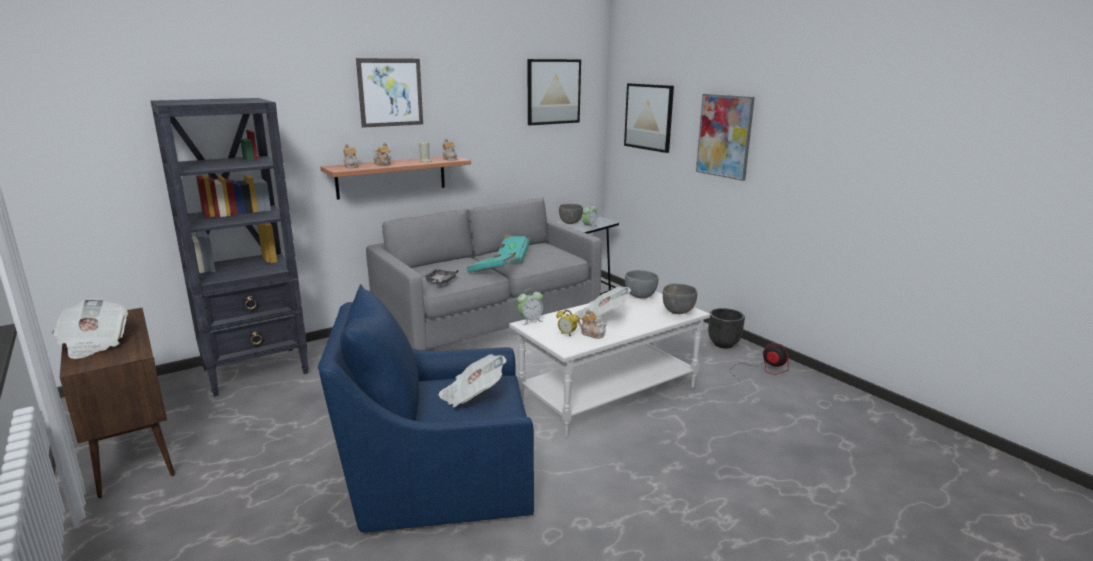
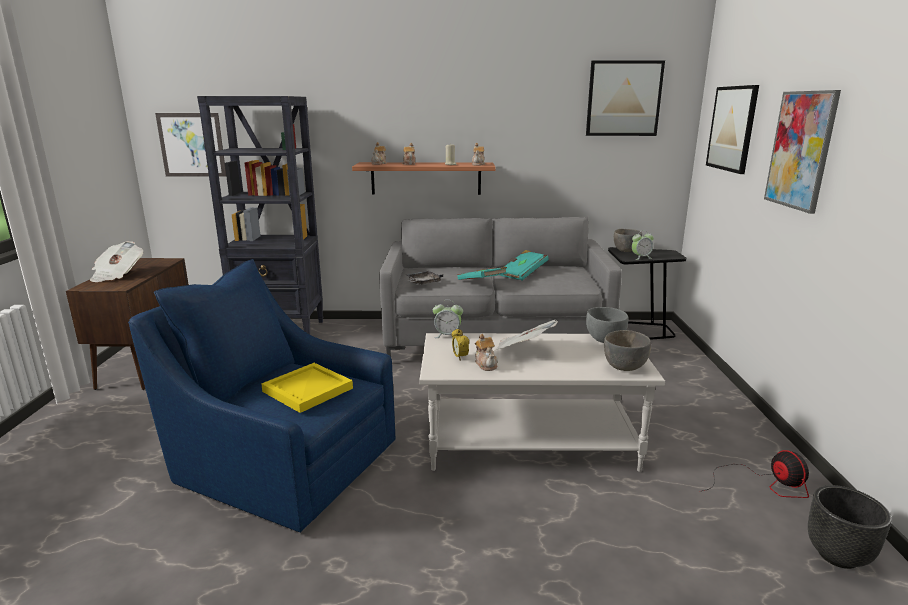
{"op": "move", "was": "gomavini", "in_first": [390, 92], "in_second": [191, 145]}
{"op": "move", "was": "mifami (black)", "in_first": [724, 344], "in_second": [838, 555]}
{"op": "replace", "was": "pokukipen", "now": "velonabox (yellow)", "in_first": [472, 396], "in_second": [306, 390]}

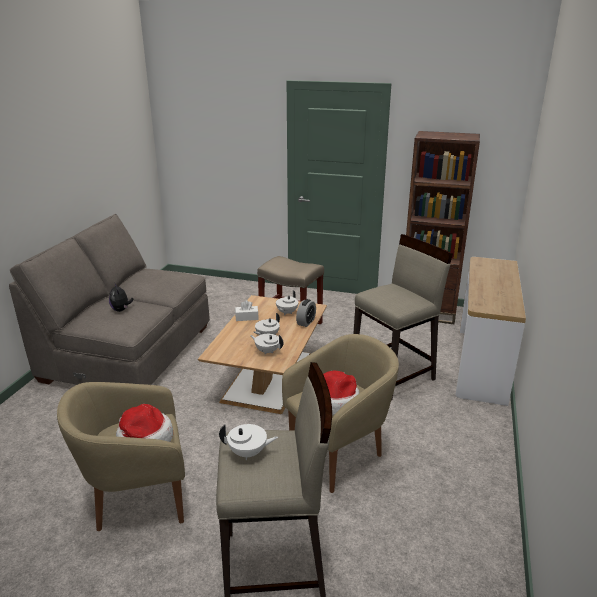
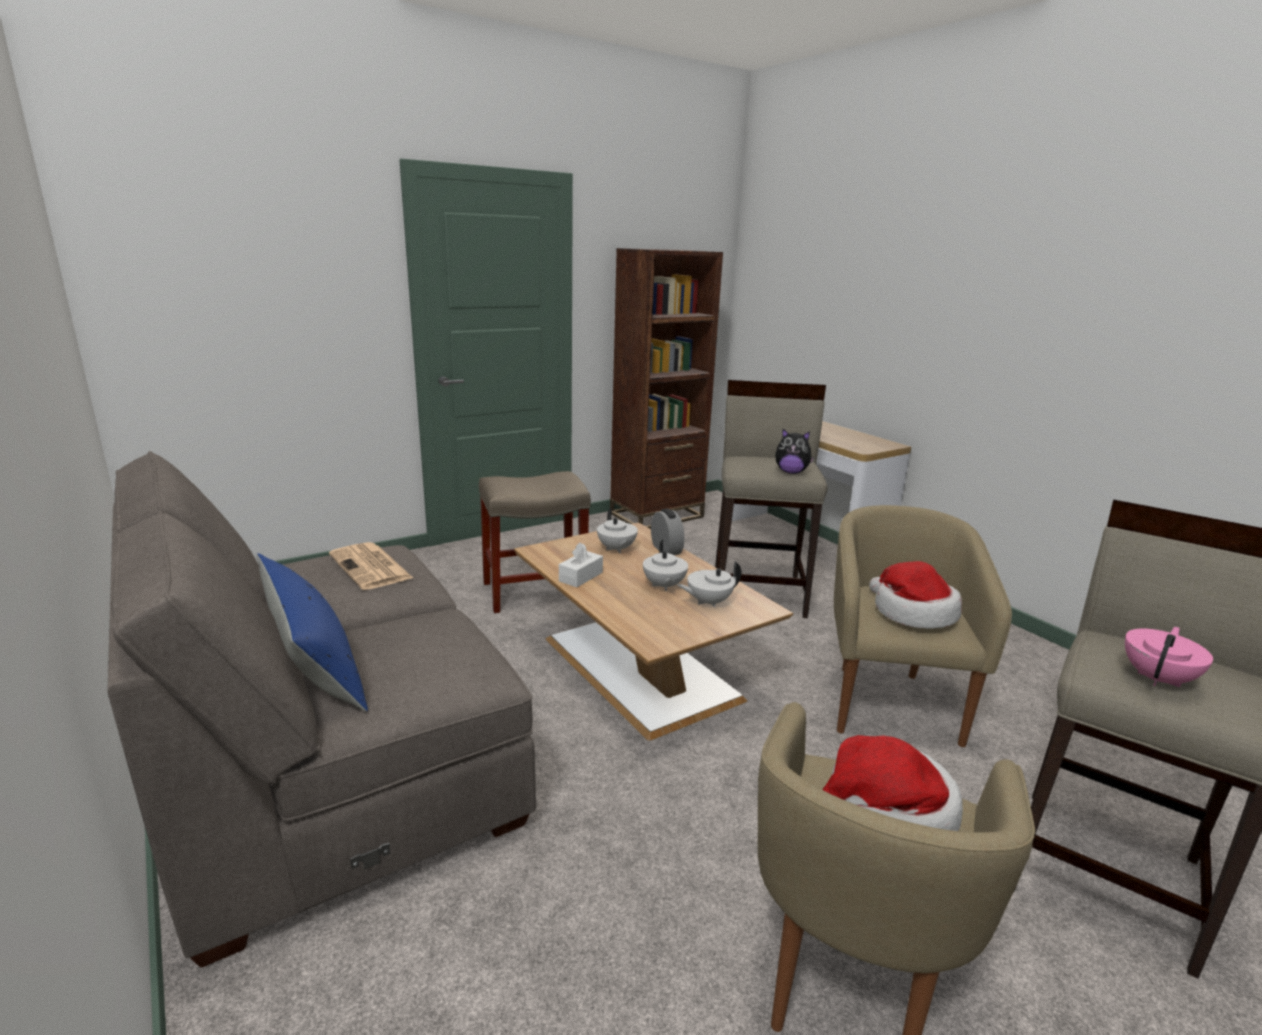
{"op": "insert", "now": "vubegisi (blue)", "in_second": [314, 666]}
{"op": "insert", "now": "pokukipen", "in_second": [371, 567]}
{"op": "move", "was": "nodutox", "in_first": [121, 310], "in_second": [791, 472]}
{"op": "recolor", "was": "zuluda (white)", "now": "zuluda (pink)", "in_first": [248, 453], "in_second": [1158, 678]}

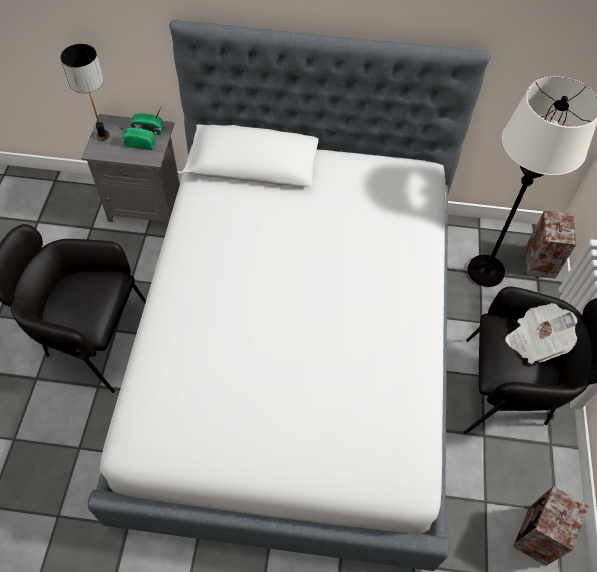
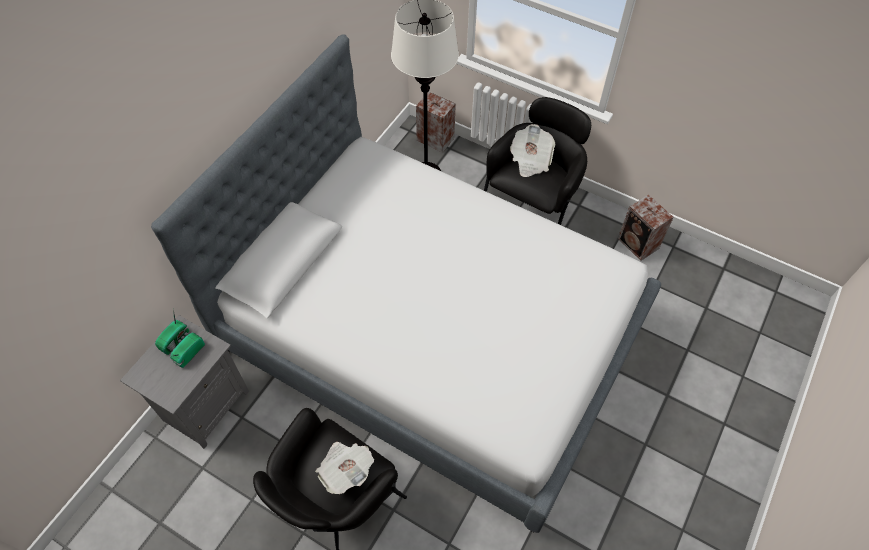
{"op": "delete", "was": "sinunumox", "in_first": [103, 136]}
{"op": "insert", "now": "pokukipen", "in_second": [345, 470]}

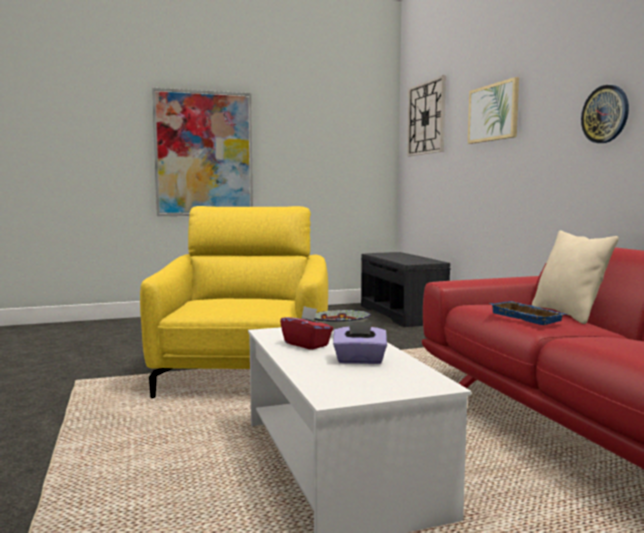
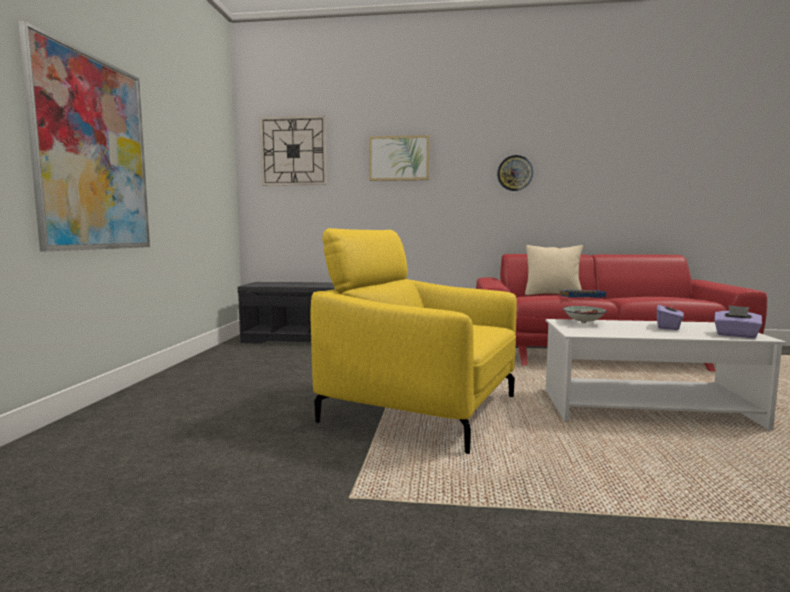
{"op": "delete", "was": "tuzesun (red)", "in_first": [306, 344]}
{"op": "insert", "now": "tuzesun (purple)", "in_second": [736, 335]}

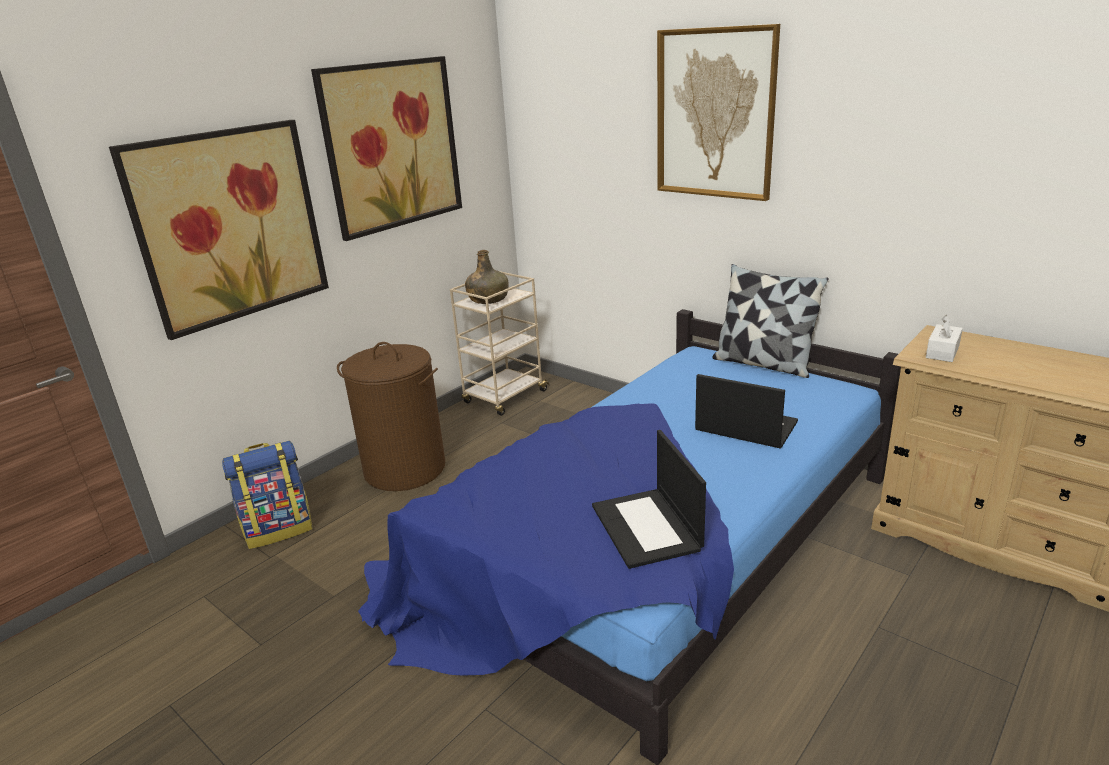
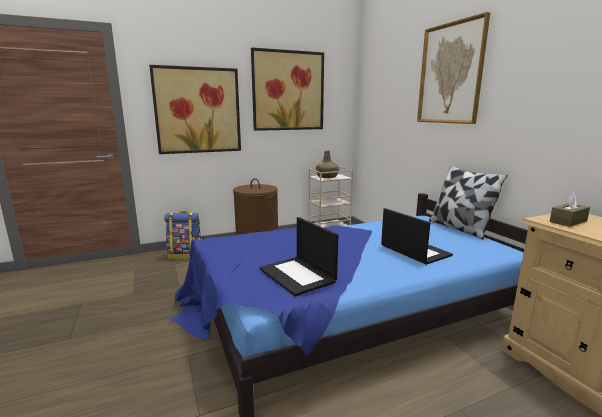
{"op": "recolor", "was": "tuzesun (white)", "now": "tuzesun (brown)", "in_first": [942, 352], "in_second": [568, 221]}
{"op": "rotate", "was": "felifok", "in_first": [647, 528], "in_second": [298, 275], "clockwise": -45}

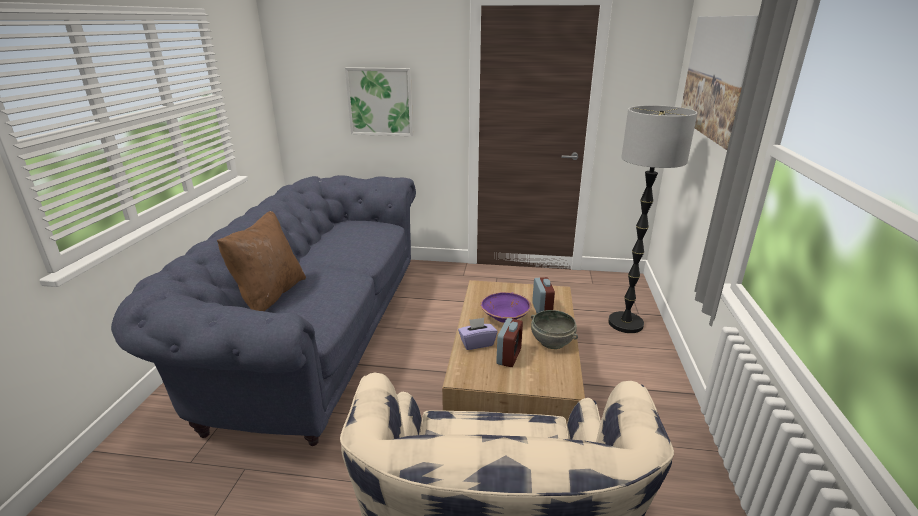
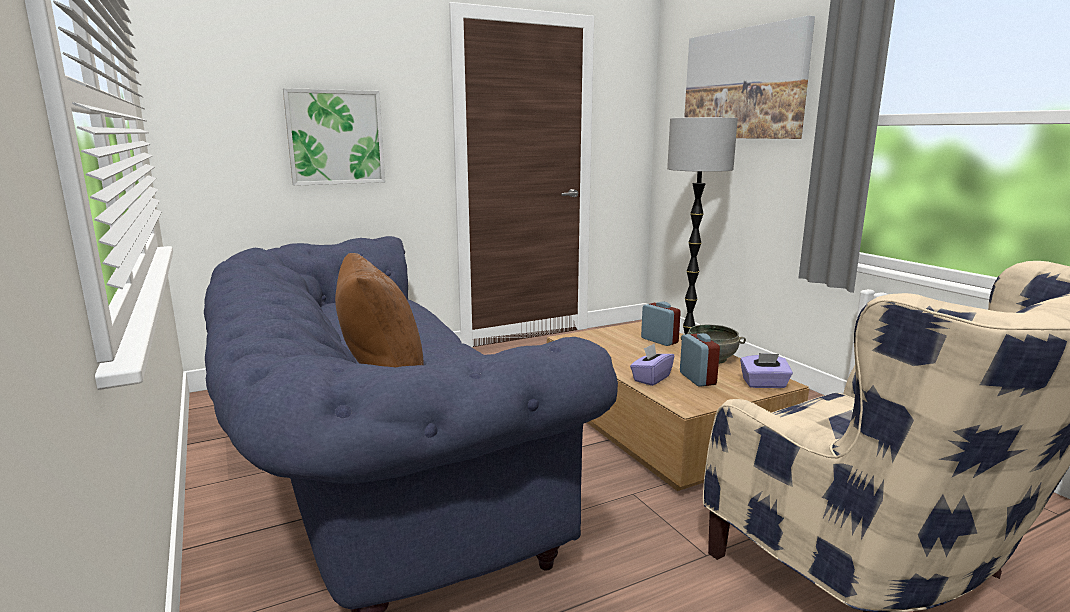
{"op": "delete", "was": "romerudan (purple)", "in_first": [505, 317]}
{"op": "insert", "now": "tuzesun (purple)", "in_second": [764, 384]}

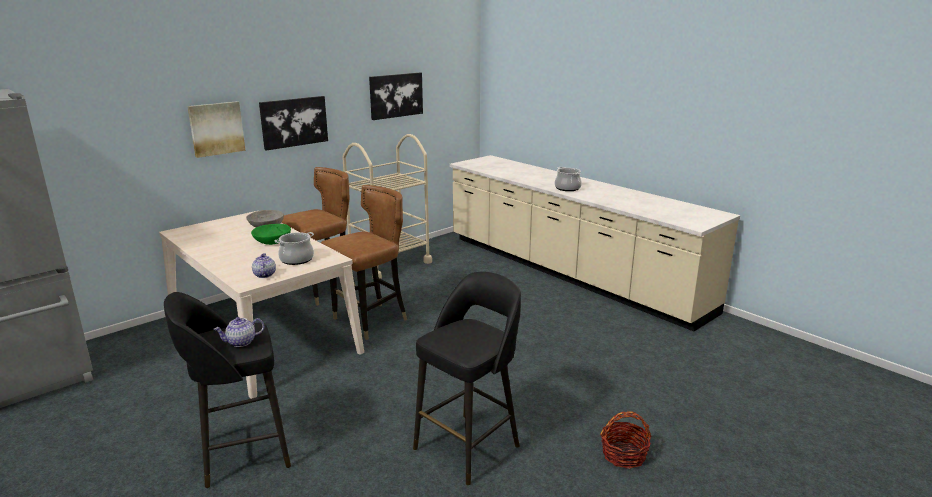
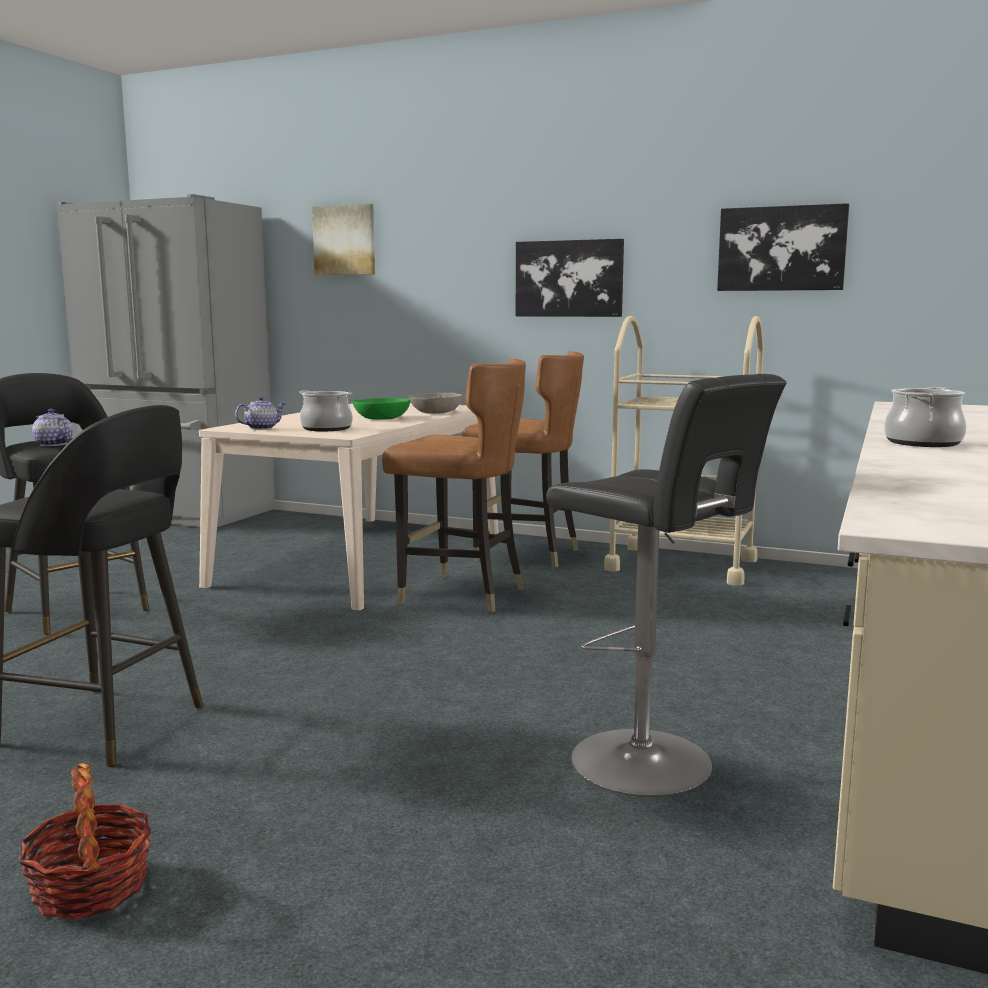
{"op": "insert", "now": "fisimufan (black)", "in_second": [650, 765]}
{"op": "move", "was": "gomavini", "in_first": [216, 128], "in_second": [345, 240]}

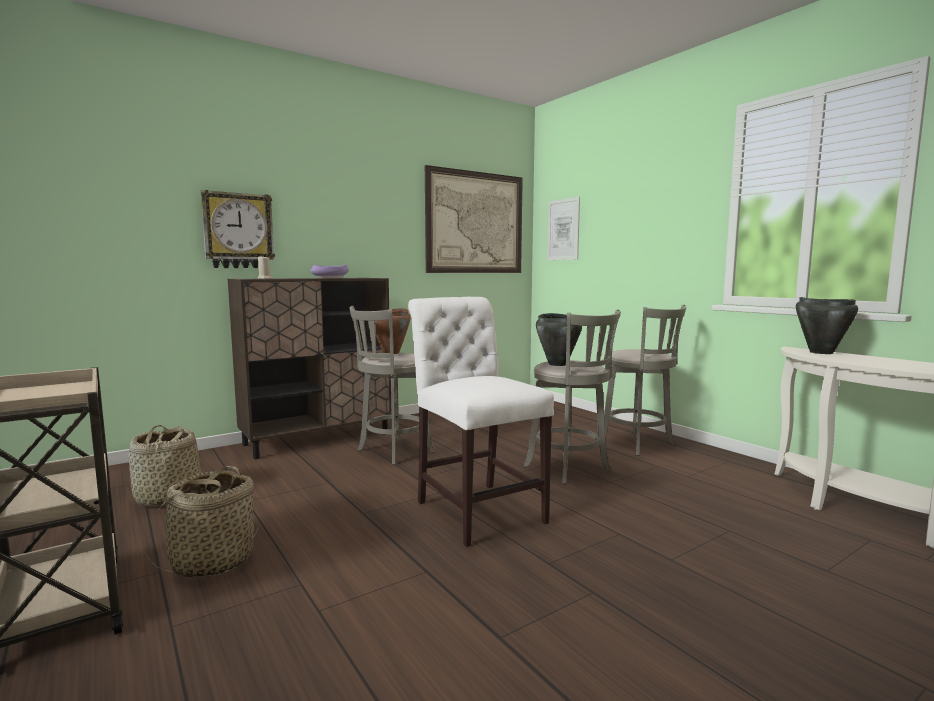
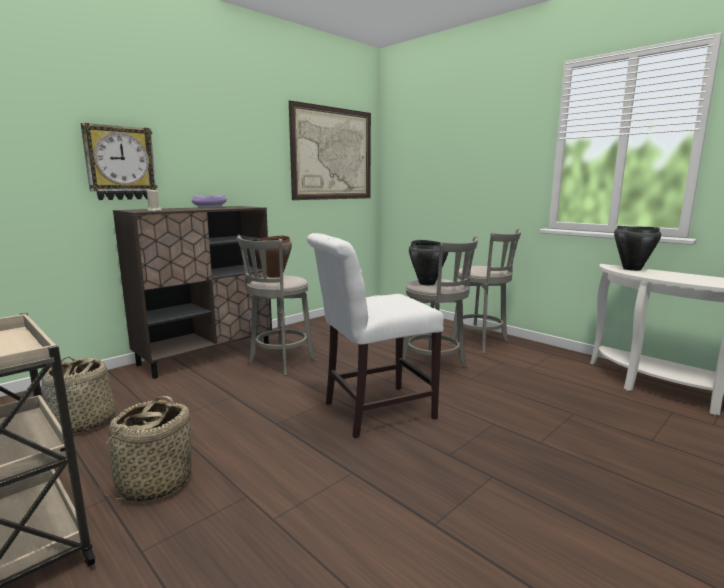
{"op": "delete", "was": "gomavini", "in_first": [563, 229]}
{"op": "rotate", "was": "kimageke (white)", "in_first": [476, 509], "in_second": [372, 411], "clockwise": -75}

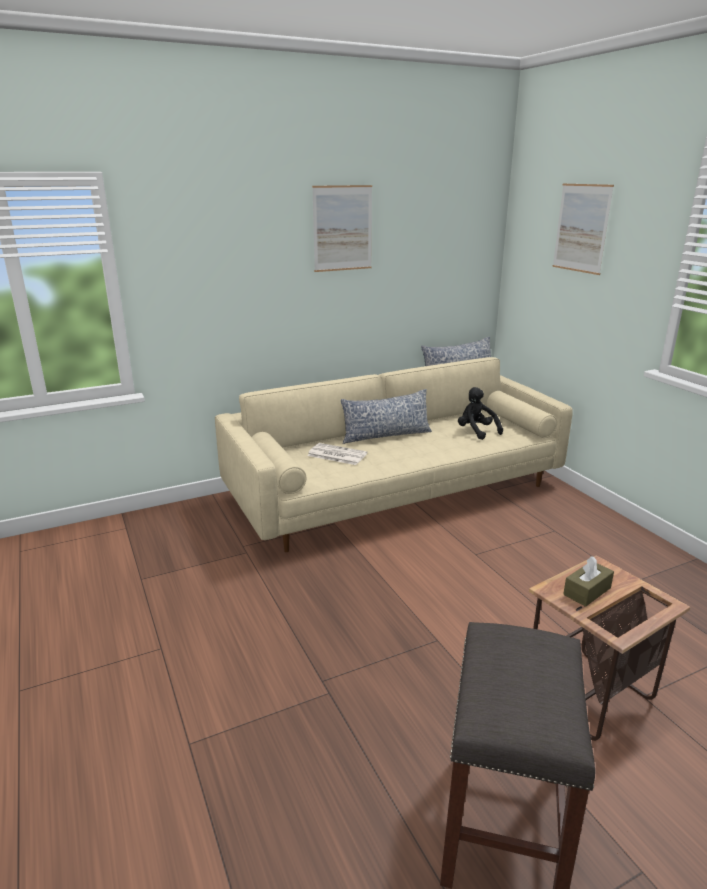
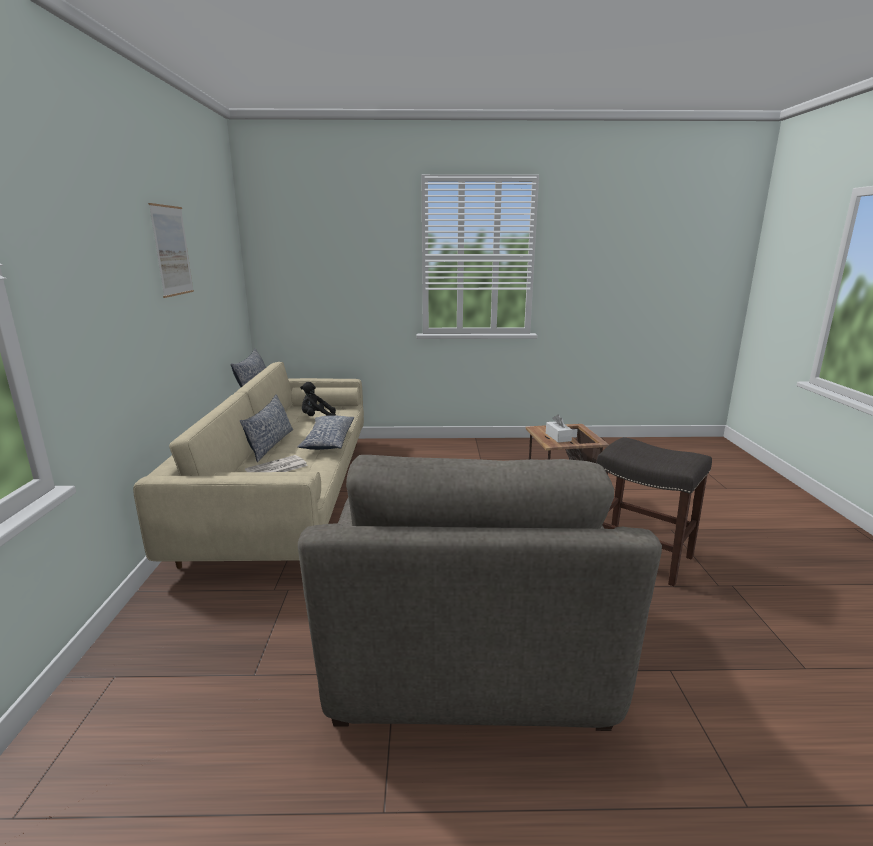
{"op": "delete", "was": "gomavini", "in_first": [581, 228]}
{"op": "insert", "now": "vubegisi", "in_second": [328, 441]}
{"op": "insert", "now": "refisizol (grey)", "in_second": [468, 653]}
{"op": "recolor", "was": "tuzesun (brown)", "now": "tuzesun (white)", "in_first": [587, 591], "in_second": [558, 437]}

